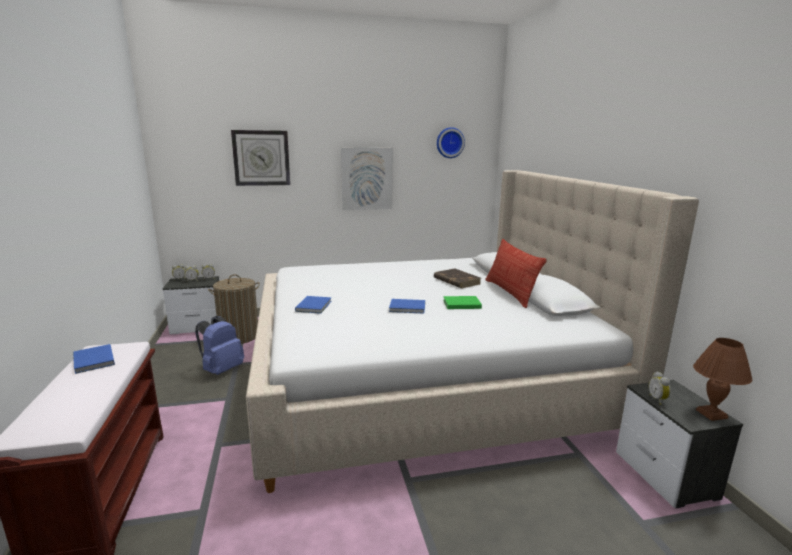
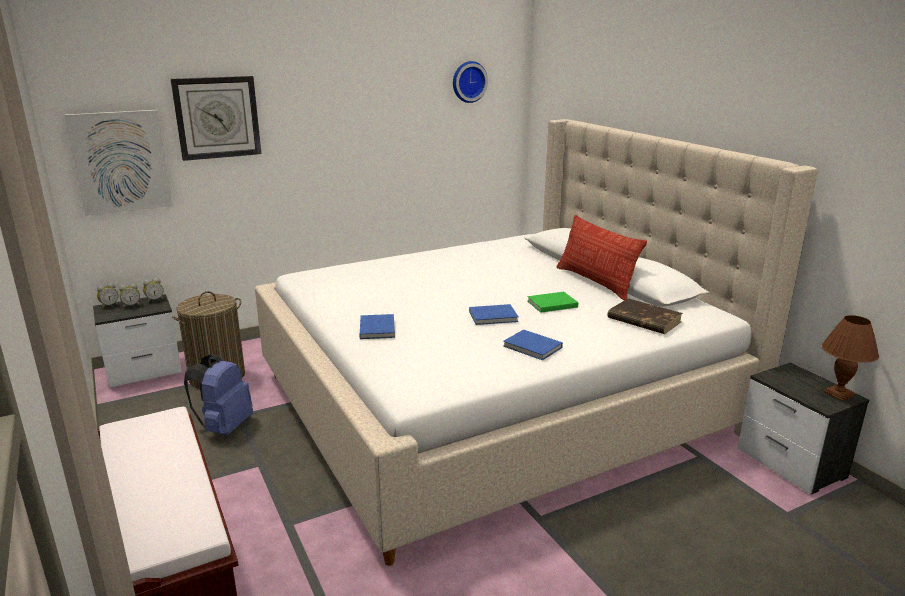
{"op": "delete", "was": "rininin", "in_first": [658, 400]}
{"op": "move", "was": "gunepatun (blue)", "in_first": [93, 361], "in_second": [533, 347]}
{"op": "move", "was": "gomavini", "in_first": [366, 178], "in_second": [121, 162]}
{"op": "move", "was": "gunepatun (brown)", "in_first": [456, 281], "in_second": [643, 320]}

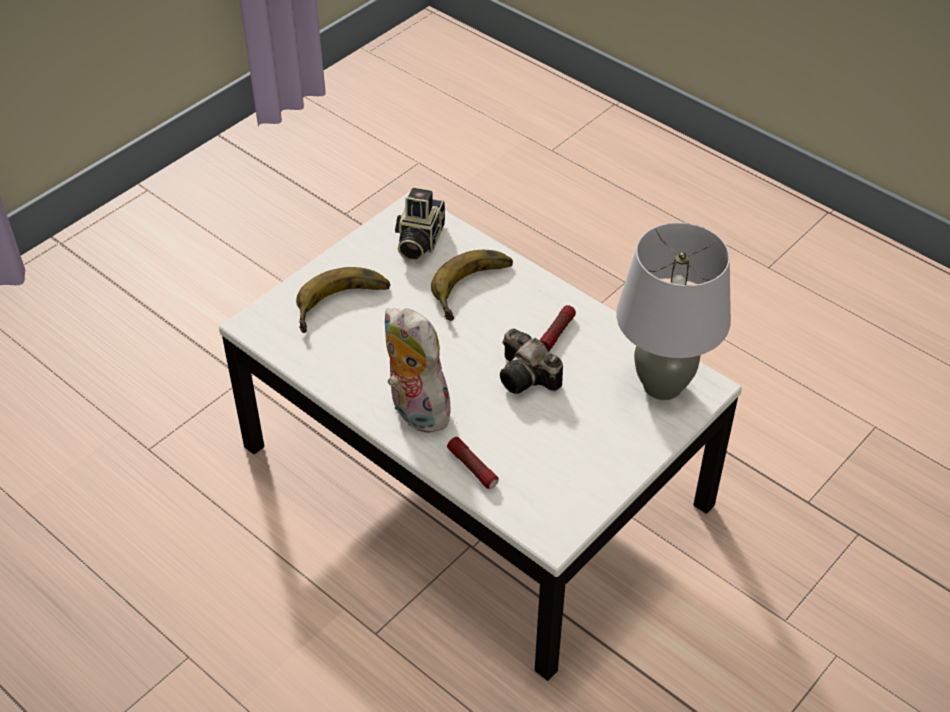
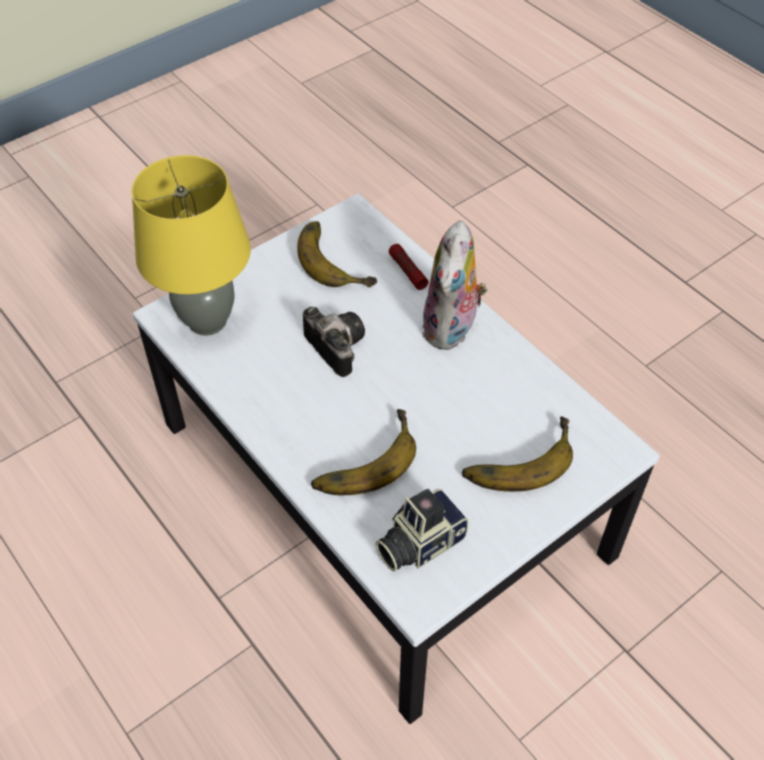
{"op": "delete", "was": "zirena", "in_first": [556, 333]}
{"op": "insert", "now": "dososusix", "in_second": [337, 258]}
{"op": "recolor", "was": "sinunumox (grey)", "now": "sinunumox (yellow)", "in_first": [662, 385], "in_second": [207, 321]}
{"op": "rotate", "was": "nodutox", "in_first": [414, 410], "in_second": [452, 329], "clockwise": 45}
{"op": "rotate", "was": "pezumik", "in_first": [418, 241], "in_second": [418, 542], "clockwise": -150}

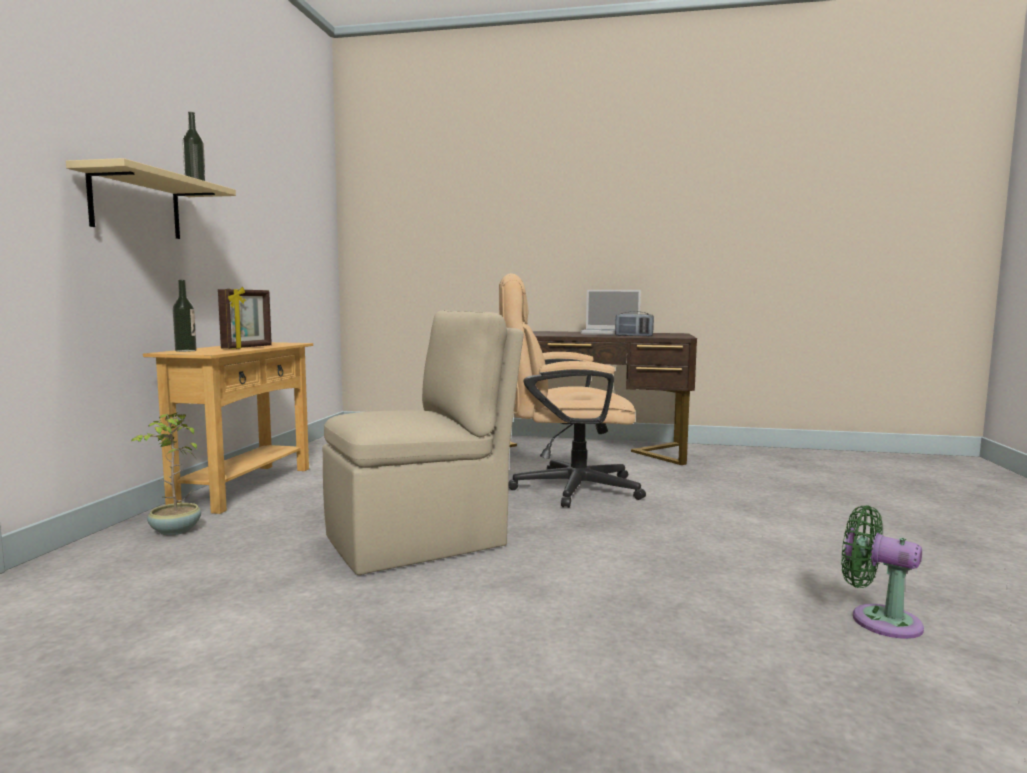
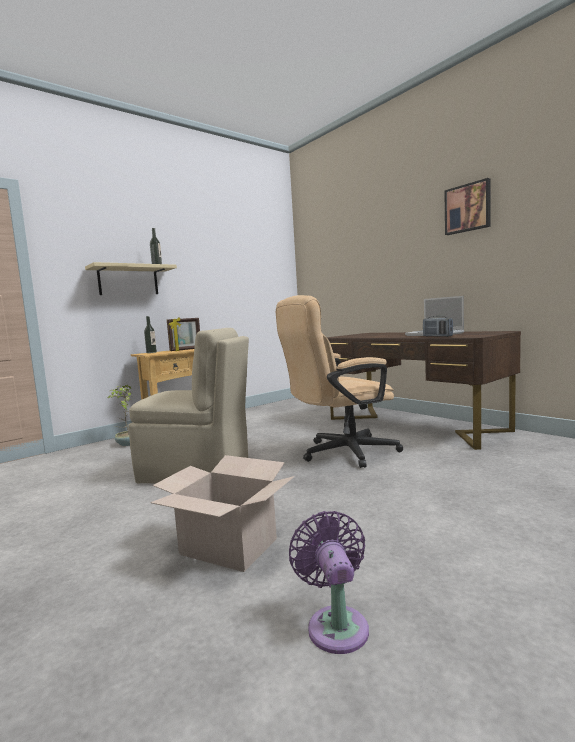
{"op": "insert", "now": "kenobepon", "in_second": [229, 546]}
{"op": "insert", "now": "gomavini", "in_second": [468, 208]}
{"op": "recolor", "was": "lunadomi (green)", "now": "lunadomi (purple)", "in_first": [878, 620], "in_second": [336, 624]}
{"op": "rotate", "was": "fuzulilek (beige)", "in_first": [563, 488], "in_second": [341, 453], "clockwise": -60}

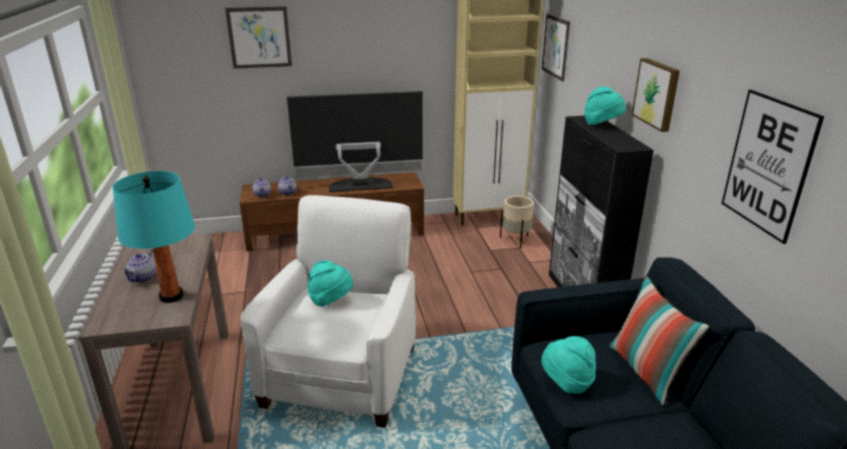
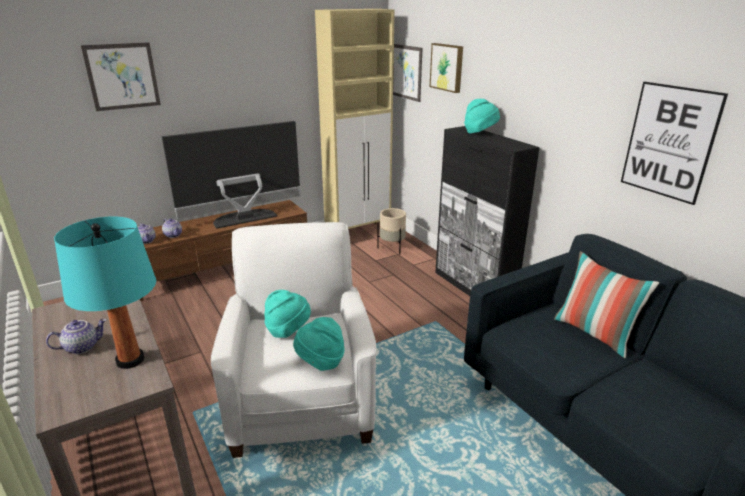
{"op": "move", "was": "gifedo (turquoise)", "in_first": [566, 382], "in_second": [320, 362]}
{"op": "move", "was": "gomavini", "in_first": [657, 94], "in_second": [447, 67]}
{"op": "rotate", "was": "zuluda", "in_first": [144, 278], "in_second": [82, 347], "clockwise": -120}

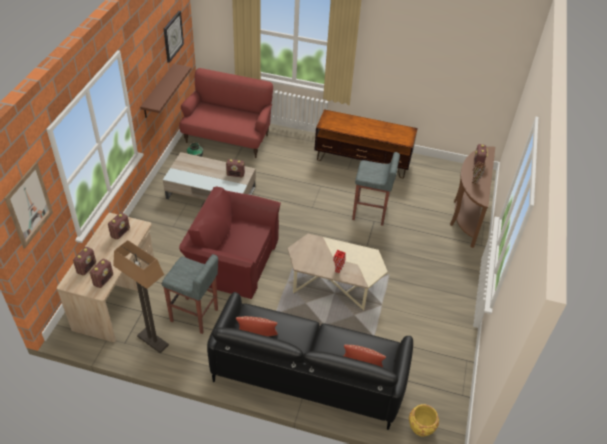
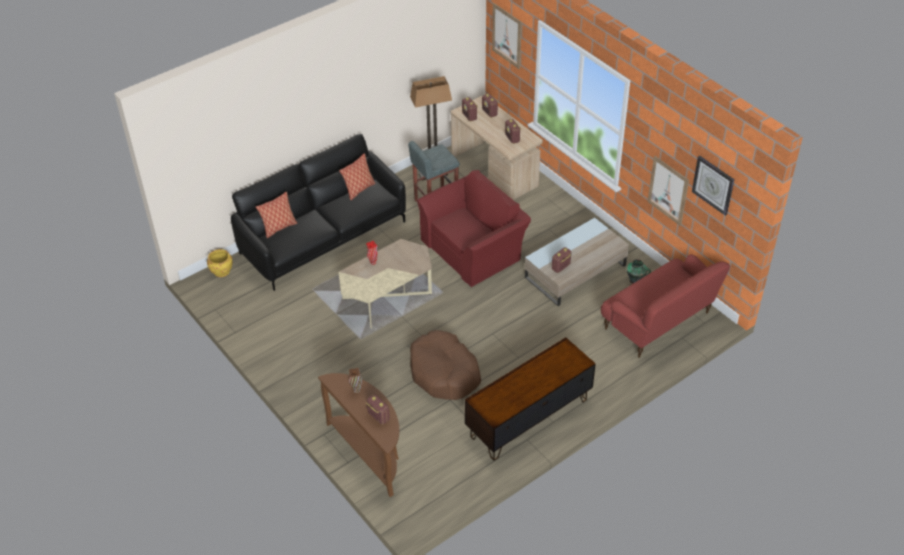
{"op": "replace", "was": "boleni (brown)", "now": "gomavini", "in_first": [158, 91], "in_second": [668, 190]}
{"op": "replace", "was": "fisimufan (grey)", "now": "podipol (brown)", "in_first": [370, 213], "in_second": [444, 373]}

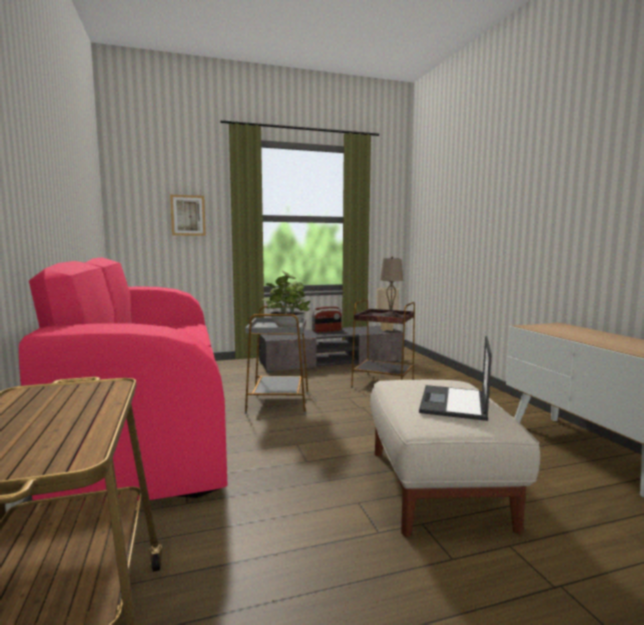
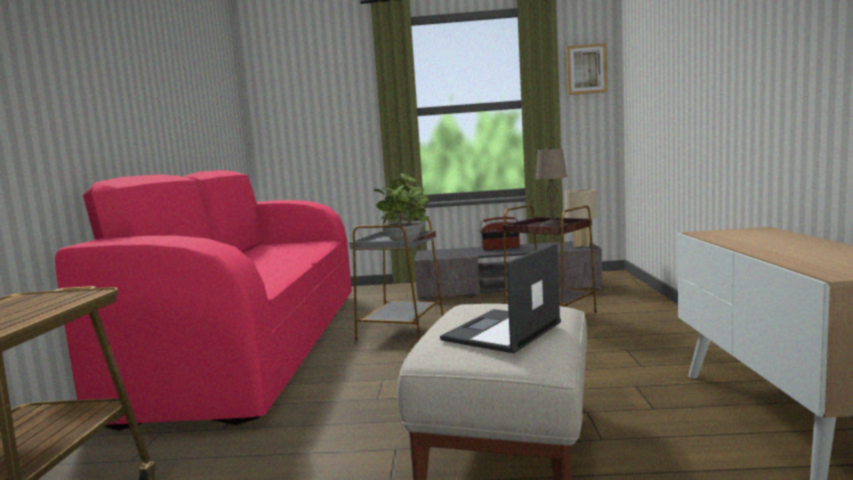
{"op": "move", "was": "gomavini", "in_first": [188, 215], "in_second": [586, 69]}

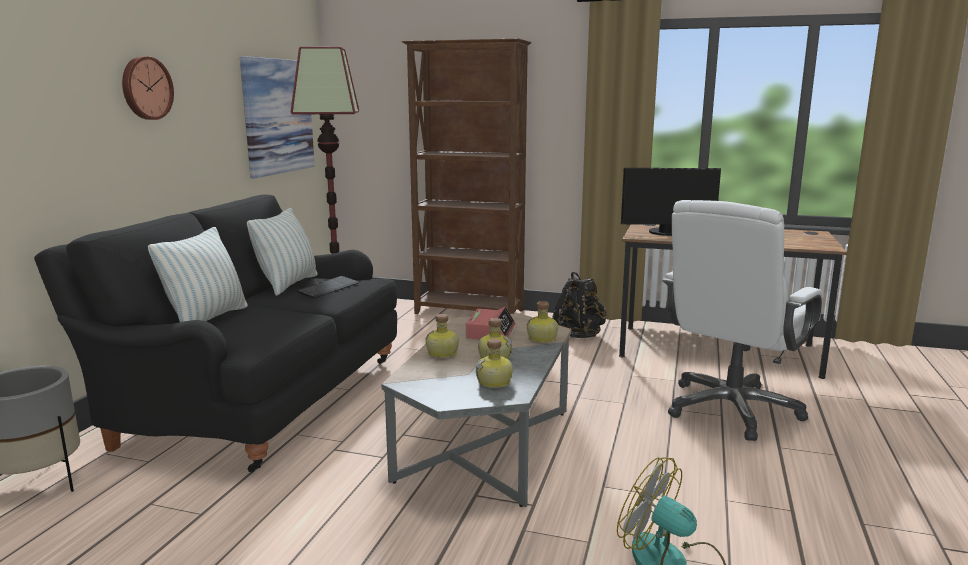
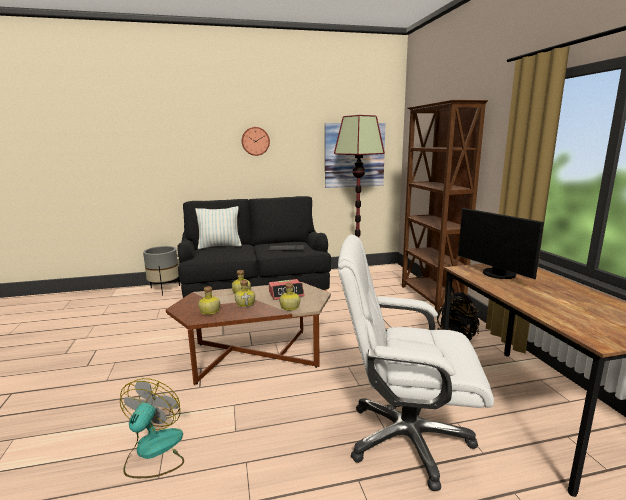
{"op": "delete", "was": "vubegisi", "in_first": [288, 284]}
{"op": "recolor", "was": "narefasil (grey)", "now": "narefasil (brown)", "in_first": [485, 445], "in_second": [254, 355]}

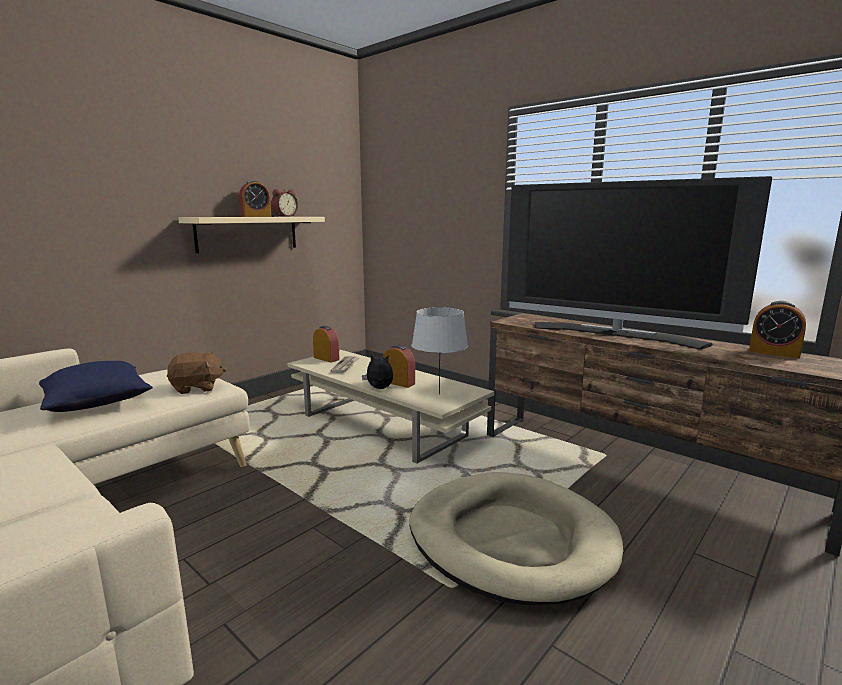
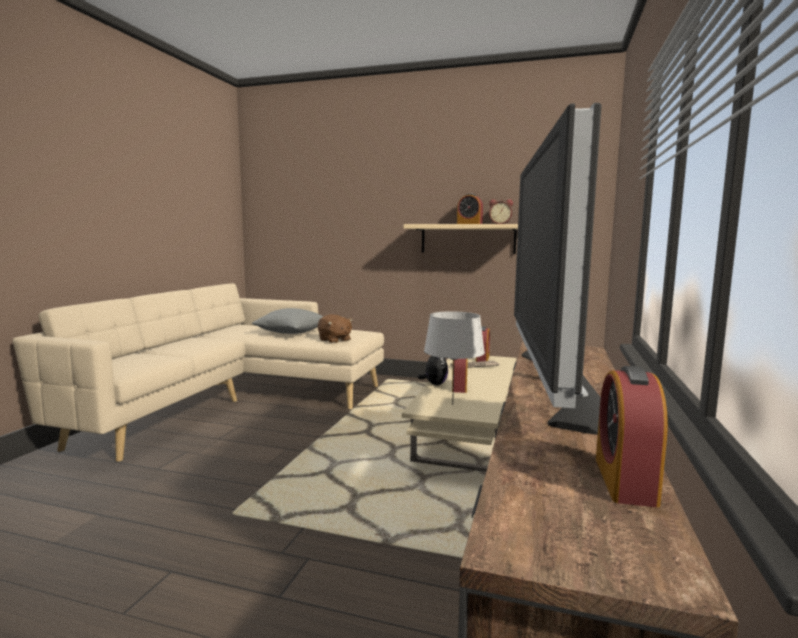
{"op": "delete", "was": "podipol (beige)", "in_first": [510, 540]}
{"op": "recolor", "was": "vubegisi (blue)", "now": "vubegisi (grey)", "in_first": [97, 403], "in_second": [292, 333]}

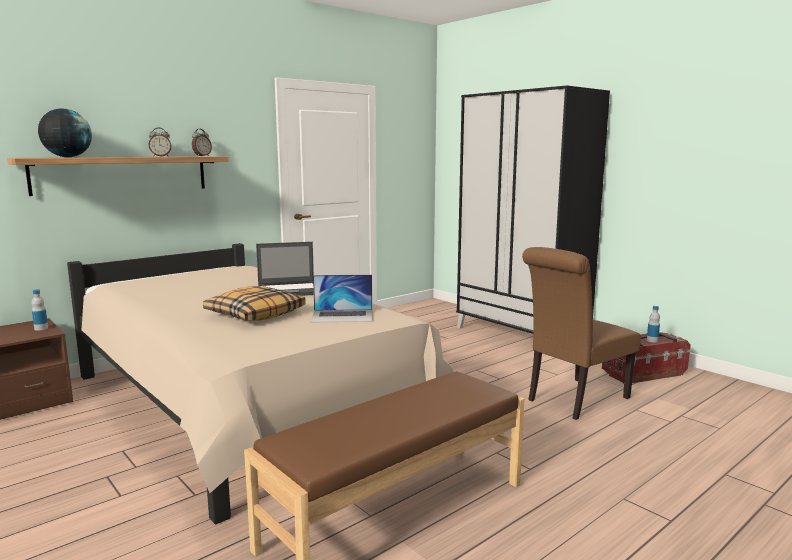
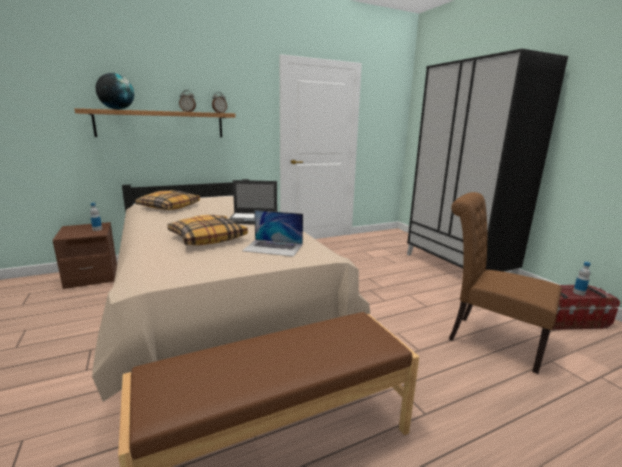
{"op": "insert", "now": "vubegisi", "in_second": [169, 207]}
{"op": "rotate", "was": "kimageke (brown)", "in_first": [573, 400], "in_second": [489, 339], "clockwise": 60}

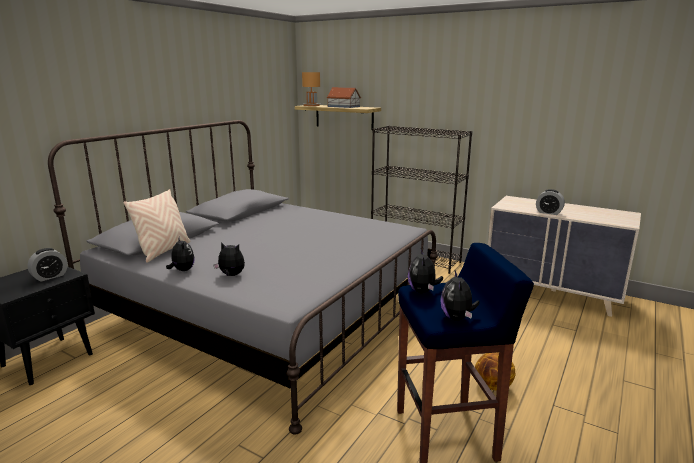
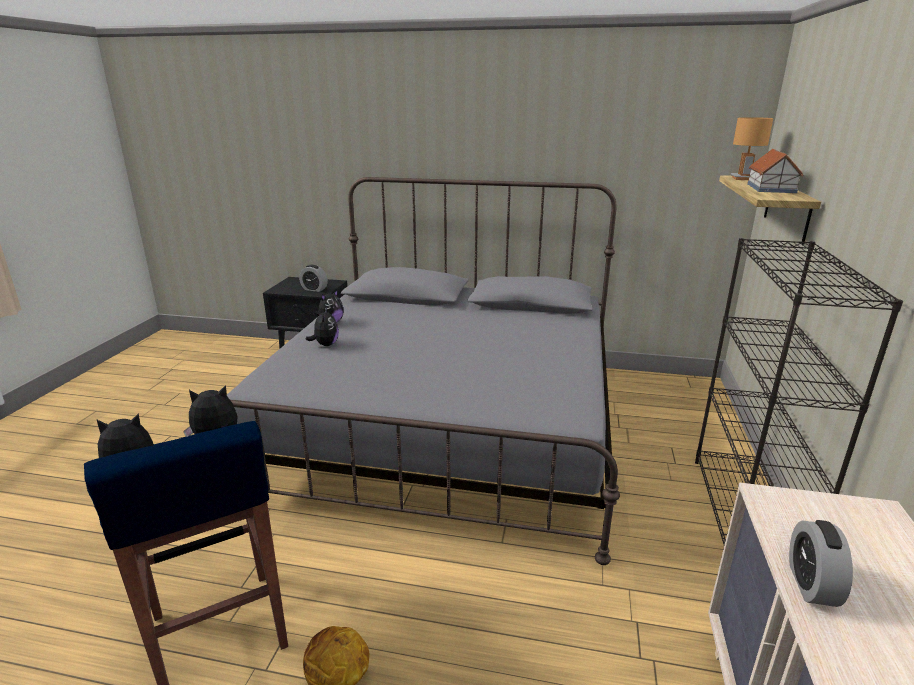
{"op": "delete", "was": "vubegisi (beige)", "in_first": [163, 251]}

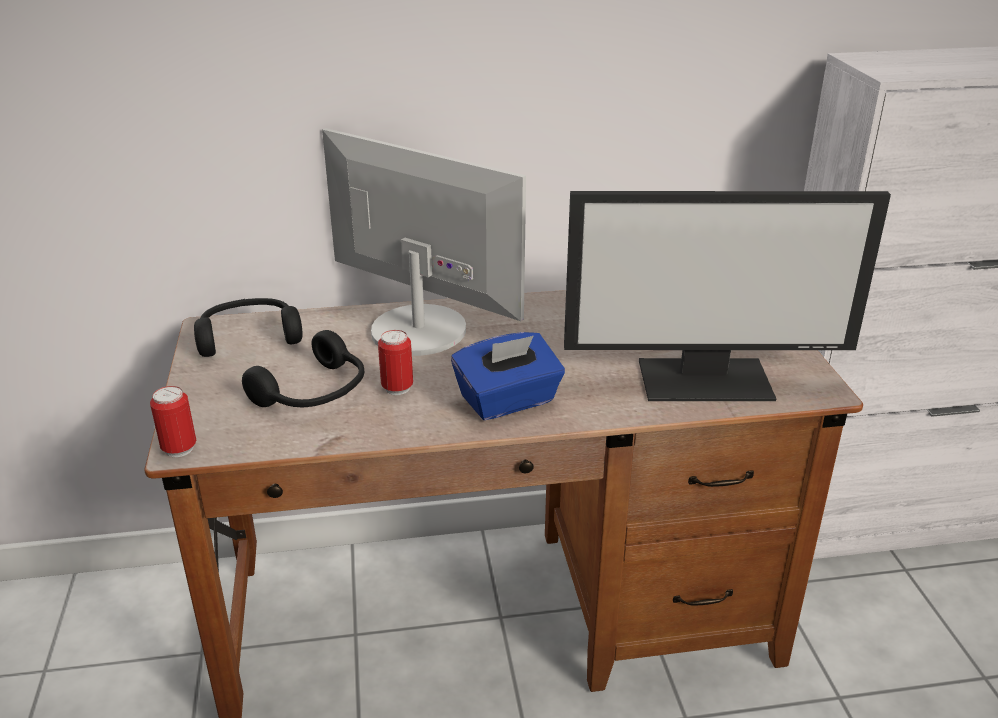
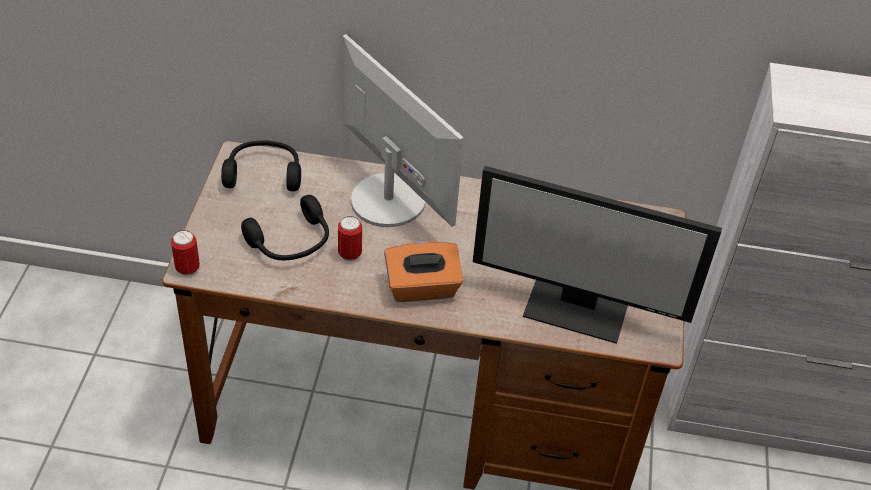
{"op": "recolor", "was": "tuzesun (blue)", "now": "tuzesun (orange)", "in_first": [508, 401], "in_second": [422, 288]}

